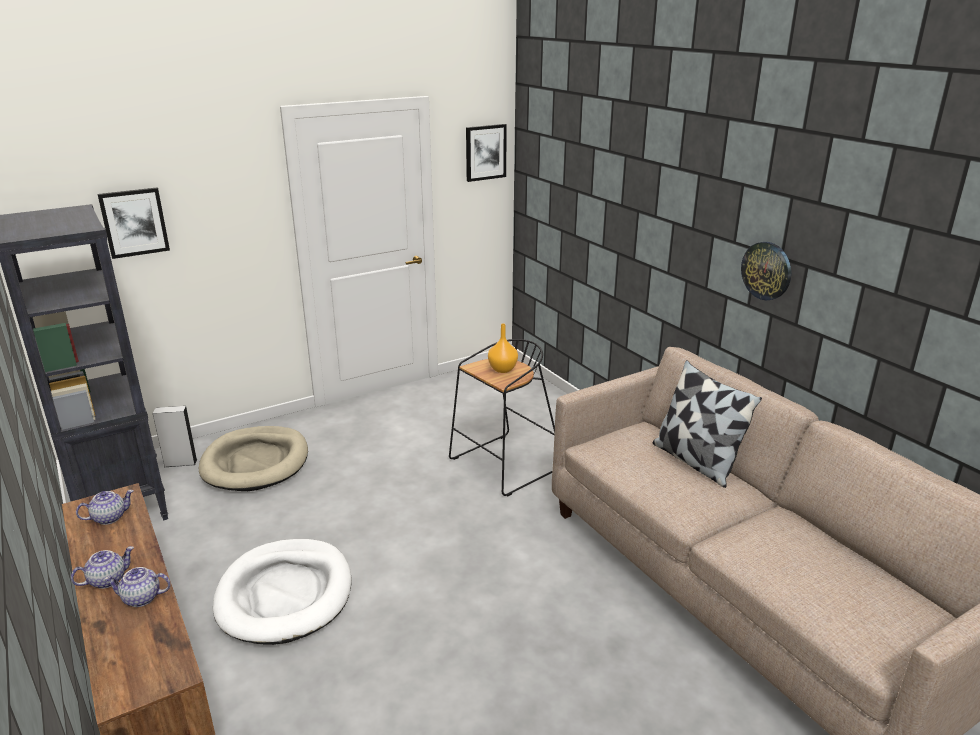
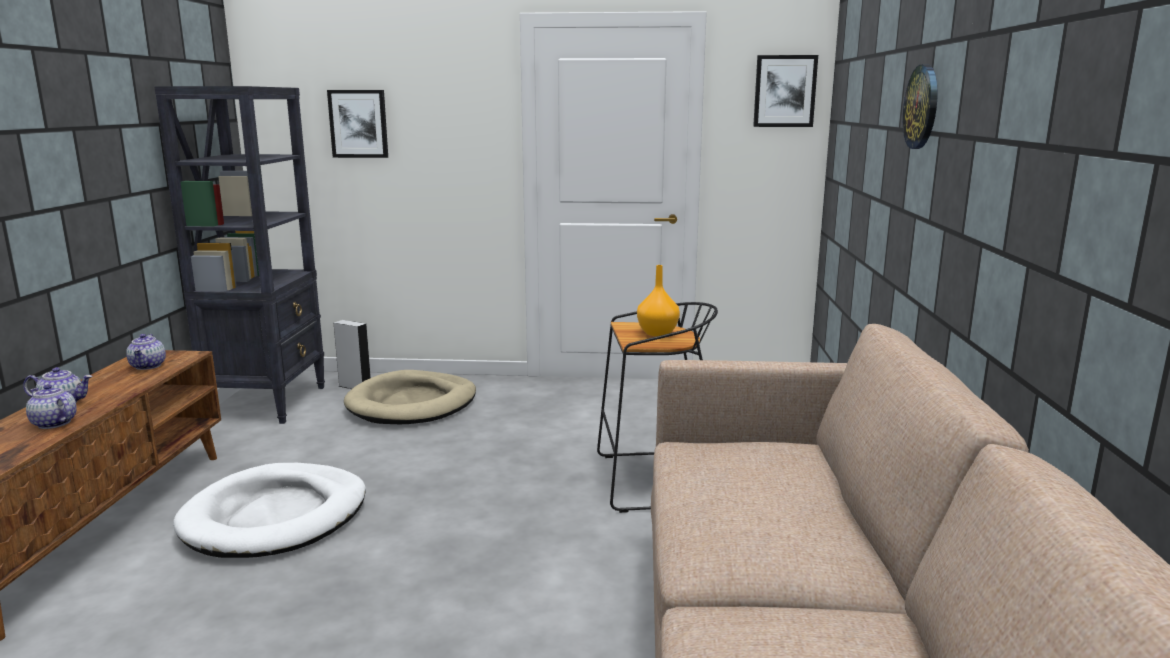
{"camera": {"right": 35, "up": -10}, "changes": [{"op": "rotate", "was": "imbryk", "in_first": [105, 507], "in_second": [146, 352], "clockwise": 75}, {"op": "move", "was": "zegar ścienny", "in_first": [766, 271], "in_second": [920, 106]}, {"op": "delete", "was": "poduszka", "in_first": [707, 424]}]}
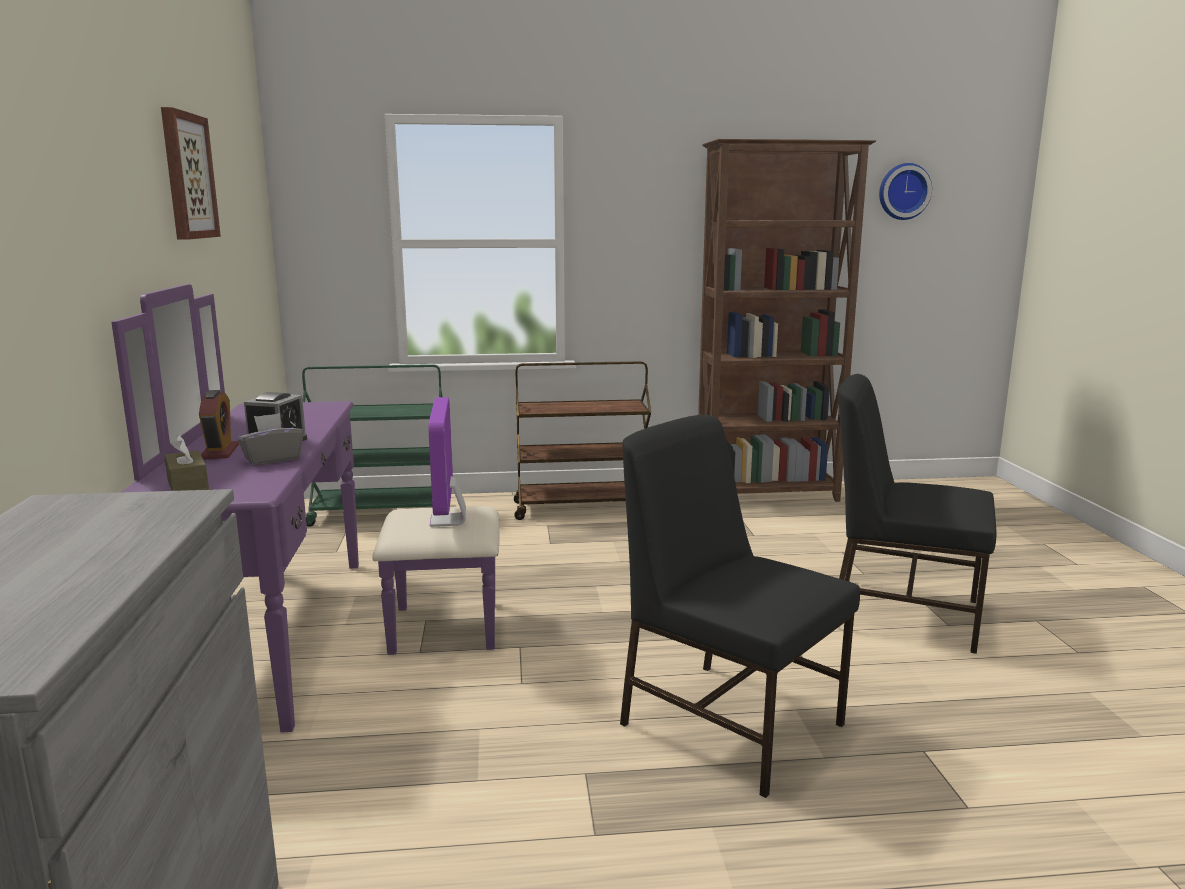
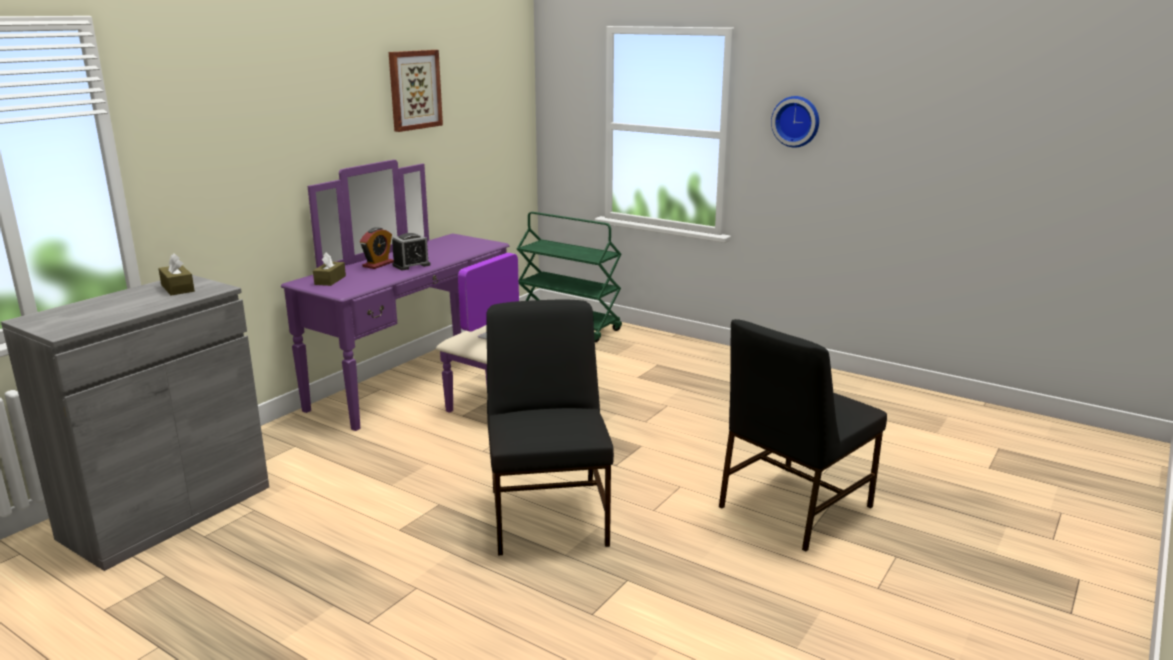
{"camera": {"right": 40, "up": 5}, "changes": [{"op": "insert", "now": "pudełko chusteczek (brązowy)", "in_second": [176, 275]}, {"op": "rotate", "was": "krzesło (czarny)", "in_first": [917, 514], "in_second": [803, 435], "clockwise": -105}, {"op": "move", "was": "zegar ścienny", "in_first": [905, 191], "in_second": [795, 122]}, {"op": "delete", "was": "pudełko chusteczek (szary)", "in_first": [270, 439]}, {"op": "delete", "was": "wózek (brązowy)", "in_first": [582, 440]}, {"op": "delete", "was": "regał (brązowy)", "in_first": [787, 320]}]}
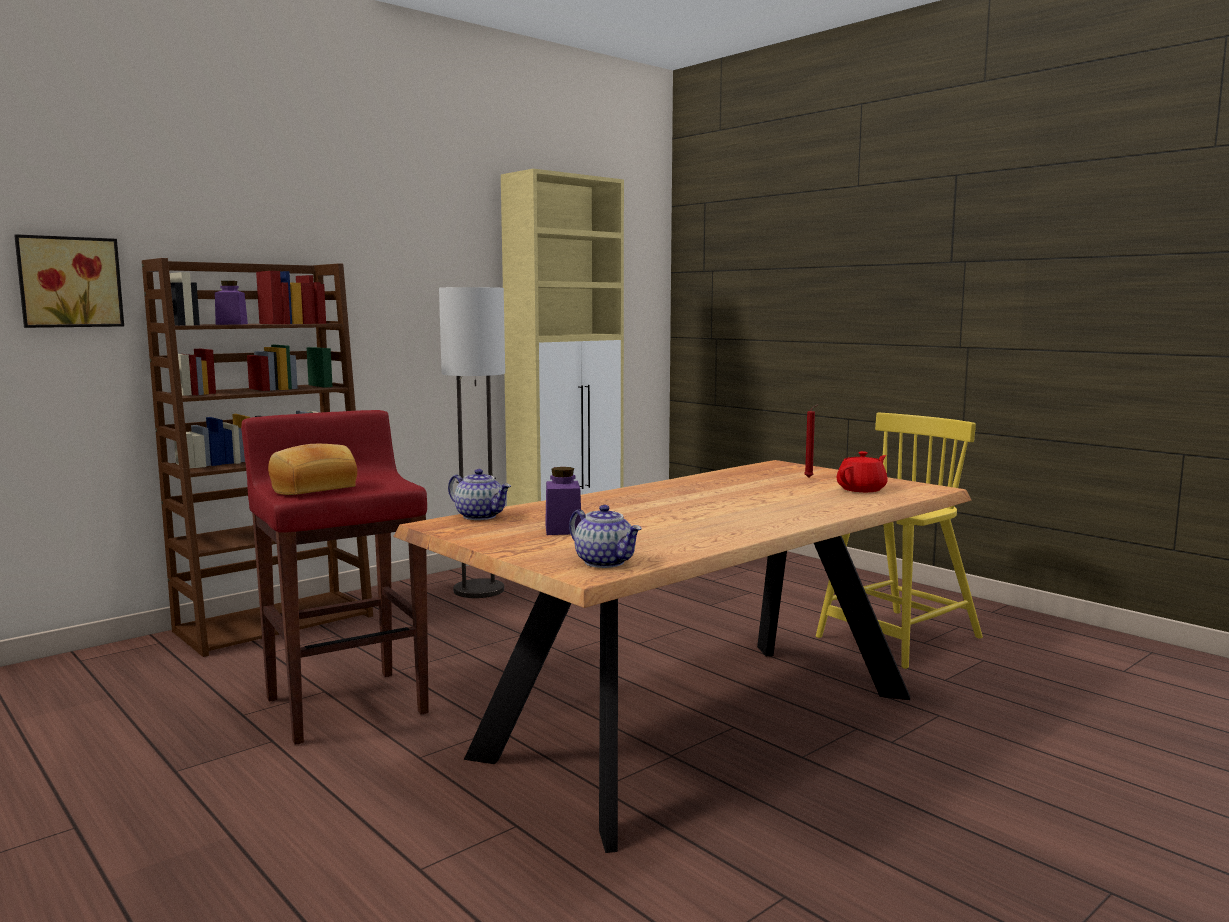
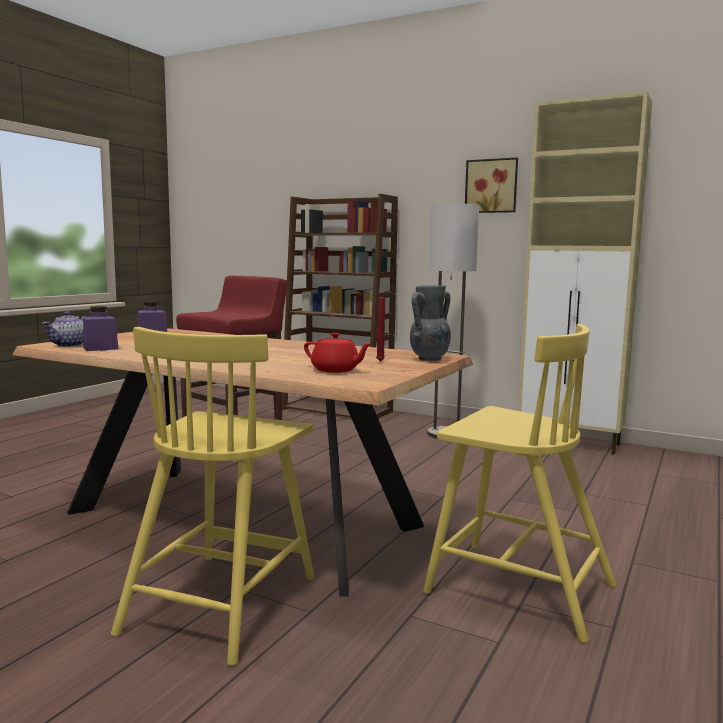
{"camera": {"right": 70, "up": 0}, "changes": [{"op": "move", "was": "słoik (fioletowy)", "in_first": [231, 303], "in_second": [100, 328]}, {"op": "insert", "now": "krzesło (żółty)", "in_second": [212, 496]}, {"op": "insert", "now": "wazon (szary)", "in_second": [430, 323]}, {"op": "move", "was": "obraz", "in_first": [69, 281], "in_second": [491, 185]}, {"op": "delete", "was": "chleb", "in_first": [312, 469]}, {"op": "delete", "was": "imbryk", "in_first": [479, 494]}]}
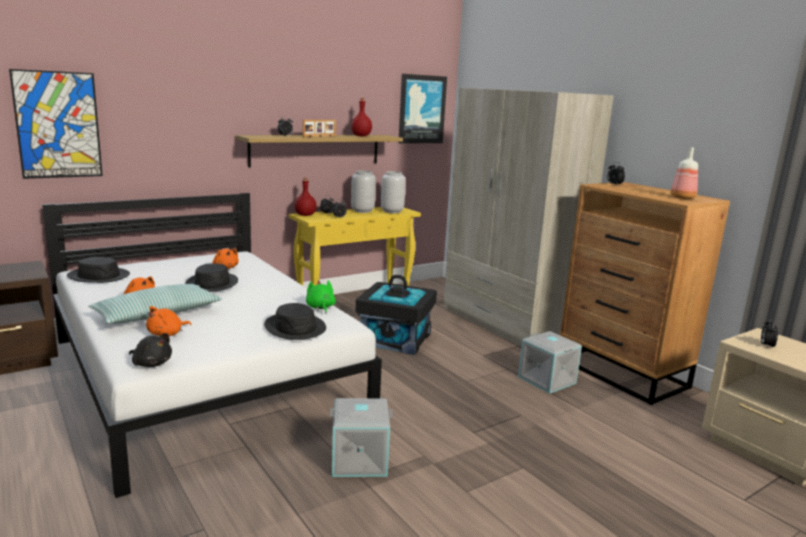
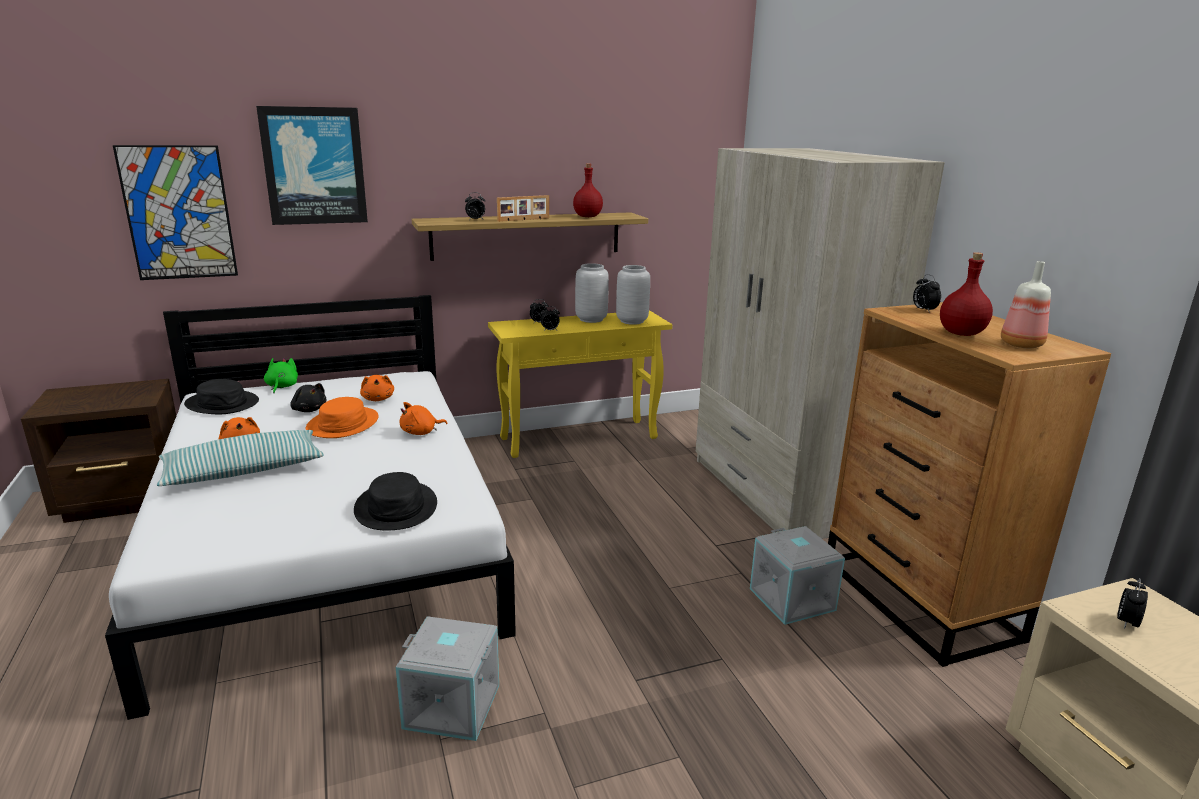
{"camera": {"right": 15, "up": 5}, "changes": [{"op": "move", "was": "obraz", "in_first": [422, 109], "in_second": [312, 165]}, {"op": "move", "was": "pluszak (zielony)", "in_first": [321, 297], "in_second": [281, 375]}, {"op": "move", "was": "pluszak (czarny)", "in_first": [150, 350], "in_second": [308, 397]}, {"op": "recolor", "was": "kapelusz (czarny)", "now": "kapelusz (pomarańczowy)", "in_first": [211, 277], "in_second": [342, 417]}, {"op": "move", "was": "pluszak (pomarańczowy)", "in_first": [168, 321], "in_second": [423, 418]}, {"op": "move", "was": "butelka (czerwony)", "in_first": [305, 197], "in_second": [966, 294]}, {"op": "delete", "was": "pojemnik do przechowywania (czarny)", "in_first": [396, 315]}]}
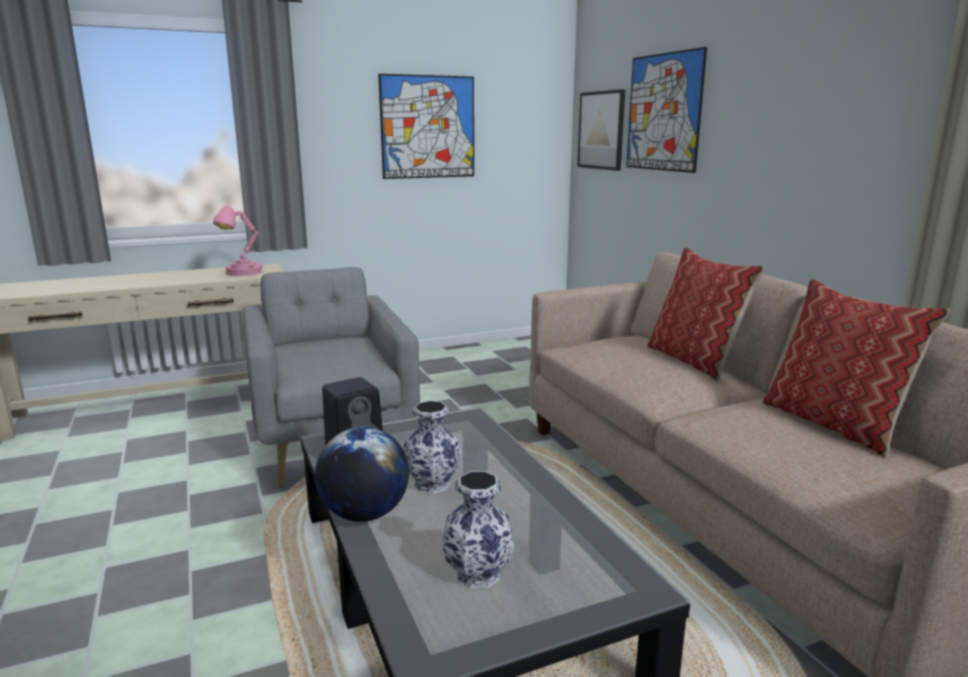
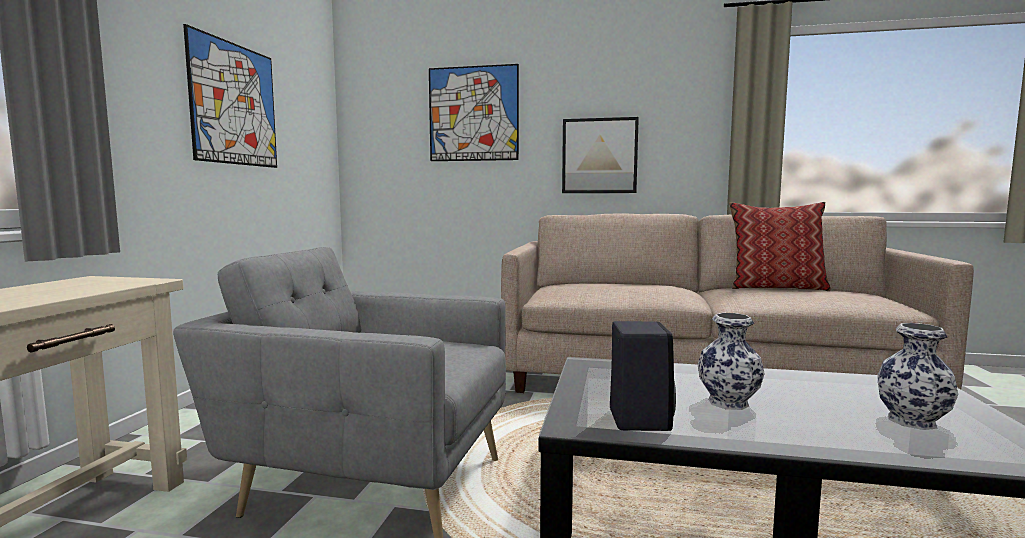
{"camera": {"right": -55, "up": -10}, "changes": [{"op": "move", "was": "obraz", "in_first": [601, 130], "in_second": [600, 155]}, {"op": "delete", "was": "lampa stołowa (różowy)", "in_first": [238, 240]}, {"op": "delete", "was": "globus", "in_first": [362, 474]}, {"op": "delete", "was": "poduszka", "in_first": [706, 314]}]}
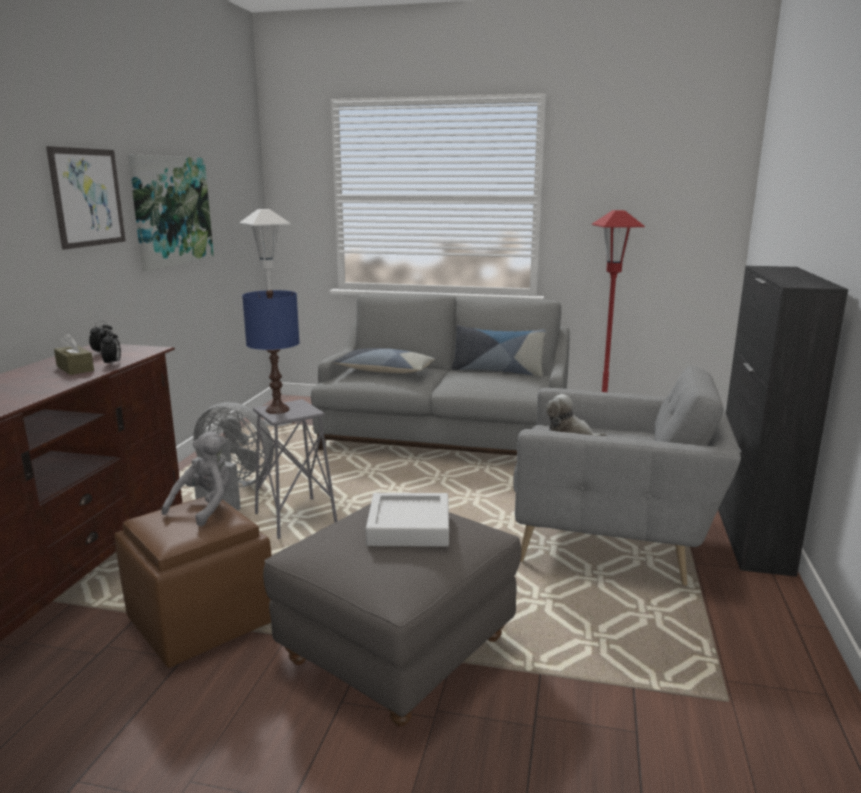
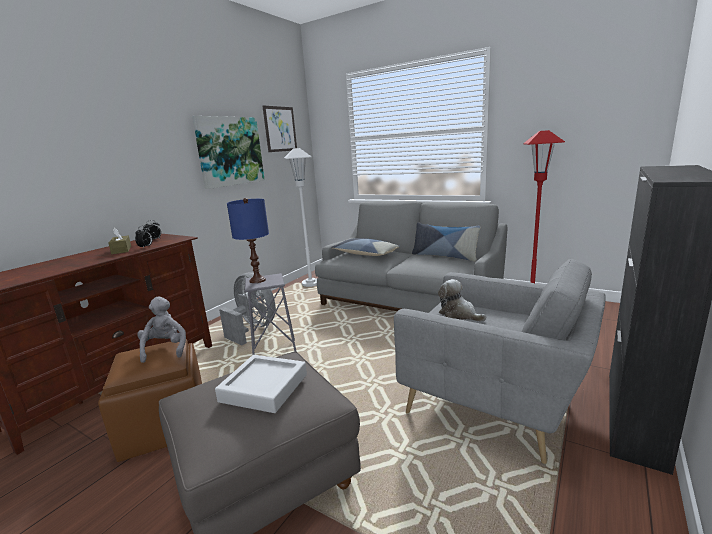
{"camera": {"right": 20, "up": 0}, "changes": [{"op": "rotate", "was": "pluszak (szary)", "in_first": [196, 479], "in_second": [161, 330], "clockwise": -60}, {"op": "move", "was": "obraz", "in_first": [86, 198], "in_second": [280, 128]}]}
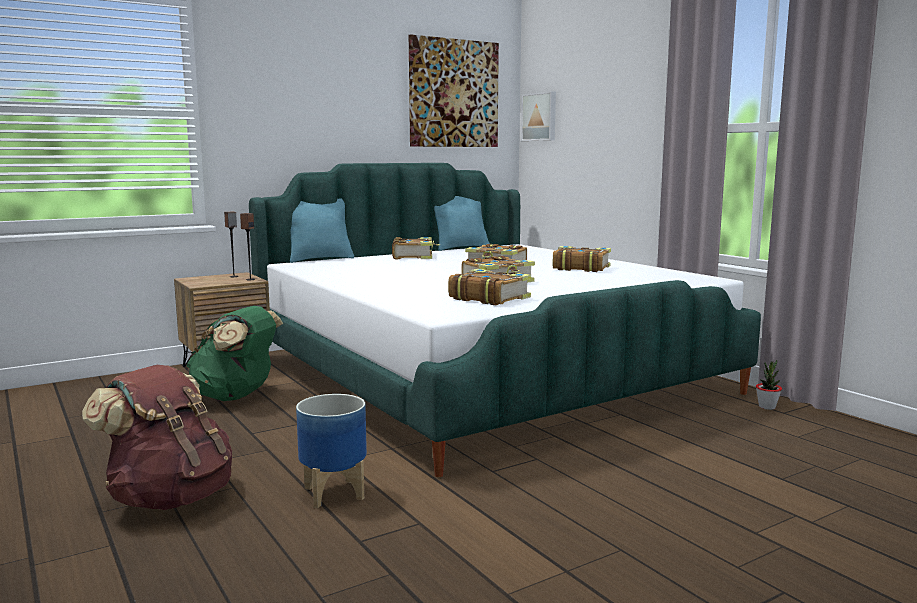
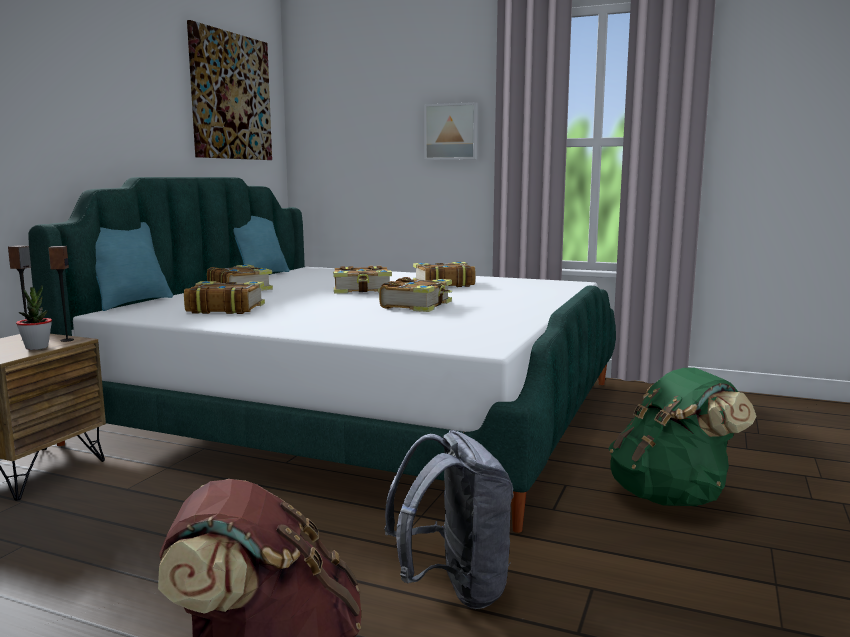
{"camera": {"right": -35, "up": 0}, "changes": [{"op": "move", "was": "roślina doniczkowa", "in_first": [769, 385], "in_second": [34, 317]}, {"op": "move", "was": "książka", "in_first": [489, 287], "in_second": [224, 297]}, {"op": "replace", "was": "donica", "now": "plecak (szary)", "in_first": [331, 451], "in_second": [449, 519]}, {"op": "move", "was": "obraz", "in_first": [538, 116], "in_second": [451, 131]}, {"op": "move", "was": "plecak (zielony)", "in_first": [235, 353], "in_second": [682, 437]}]}
